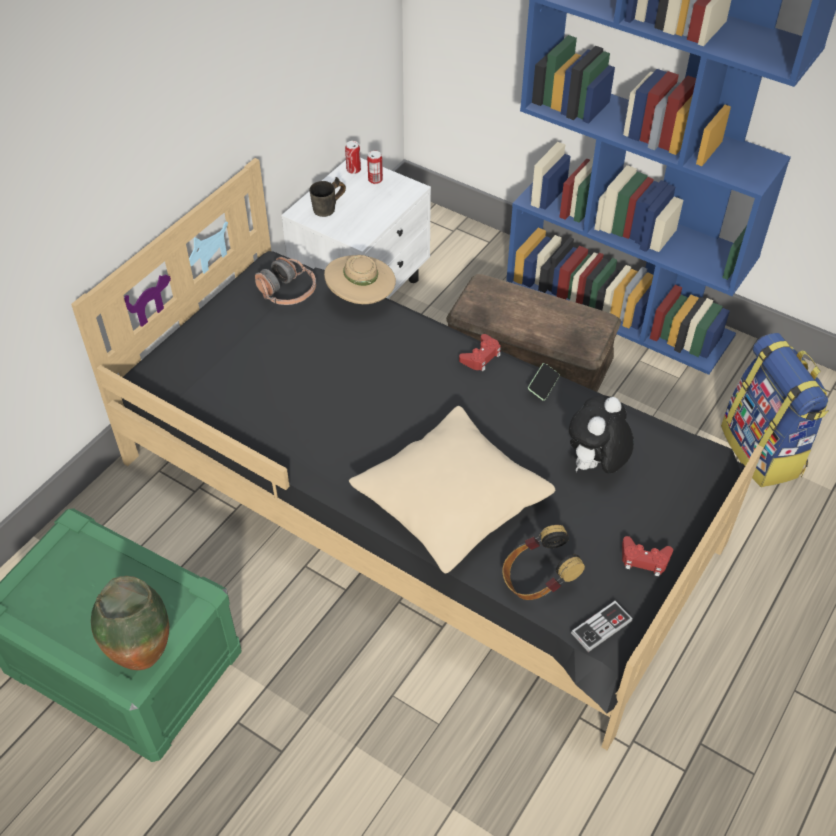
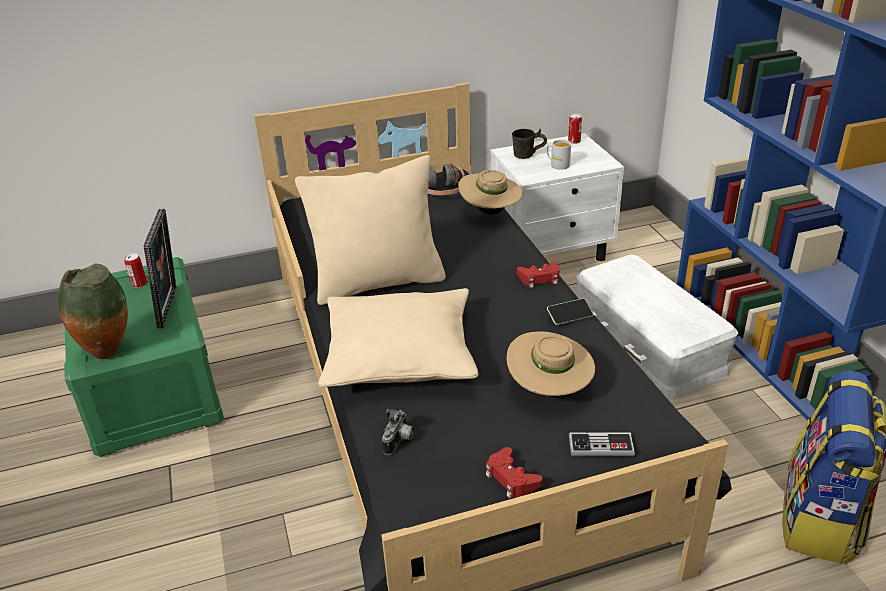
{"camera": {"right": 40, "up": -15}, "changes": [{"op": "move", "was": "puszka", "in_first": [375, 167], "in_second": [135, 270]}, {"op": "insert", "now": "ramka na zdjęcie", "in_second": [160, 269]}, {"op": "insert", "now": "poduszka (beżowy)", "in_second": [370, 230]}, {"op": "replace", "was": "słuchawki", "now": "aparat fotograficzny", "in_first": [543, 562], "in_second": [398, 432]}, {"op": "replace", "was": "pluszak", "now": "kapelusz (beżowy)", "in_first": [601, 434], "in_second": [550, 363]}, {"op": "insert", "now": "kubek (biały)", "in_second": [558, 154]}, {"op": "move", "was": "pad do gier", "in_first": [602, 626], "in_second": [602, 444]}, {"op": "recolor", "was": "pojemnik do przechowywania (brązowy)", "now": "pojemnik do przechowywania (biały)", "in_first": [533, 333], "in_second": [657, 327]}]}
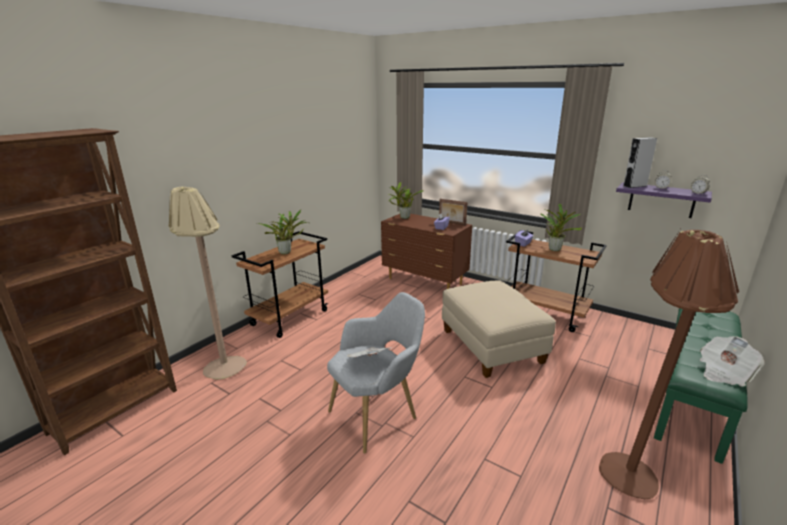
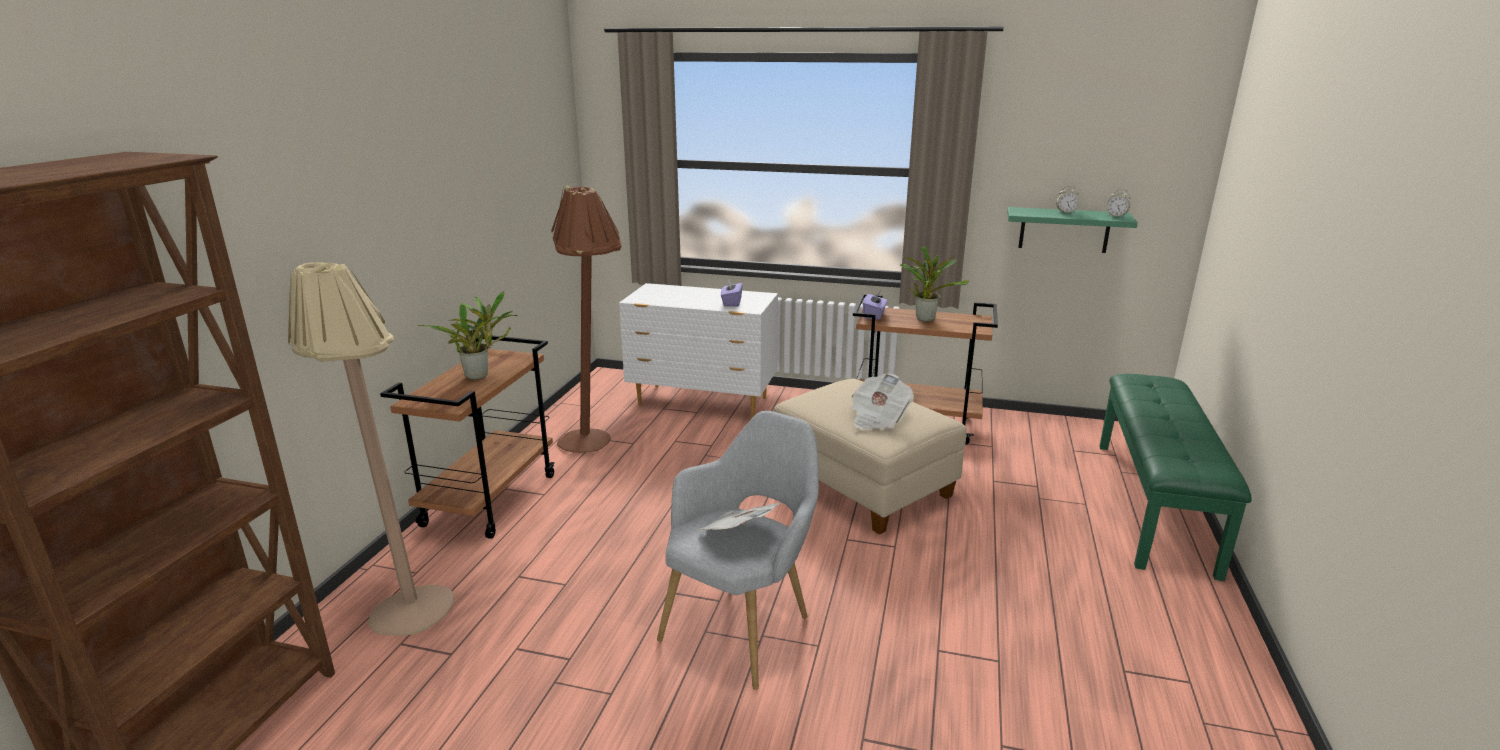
{"camera": {"right": -20, "up": 0}, "changes": [{"op": "move", "was": "lampa stojąca (brązowy)", "in_first": [669, 364], "in_second": [586, 319]}, {"op": "recolor", "was": "komoda (brązowy)", "now": "komoda (biały)", "in_first": [426, 251], "in_second": [698, 350]}, {"op": "move", "was": "gazeta", "in_first": [732, 361], "in_second": [882, 401]}, {"op": "recolor", "was": "półka (fioletowy)", "now": "półka (zielony)", "in_first": [664, 200], "in_second": [1072, 230]}, {"op": "delete", "was": "roślina doniczkowa", "in_first": [405, 200]}, {"op": "delete", "was": "ramka na zdjęcie", "in_first": [453, 212]}, {"op": "delete", "was": "głośnik (szary)", "in_first": [640, 162]}]}
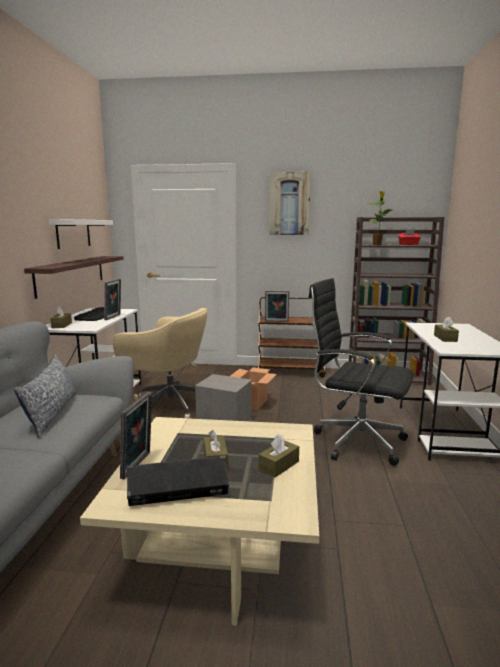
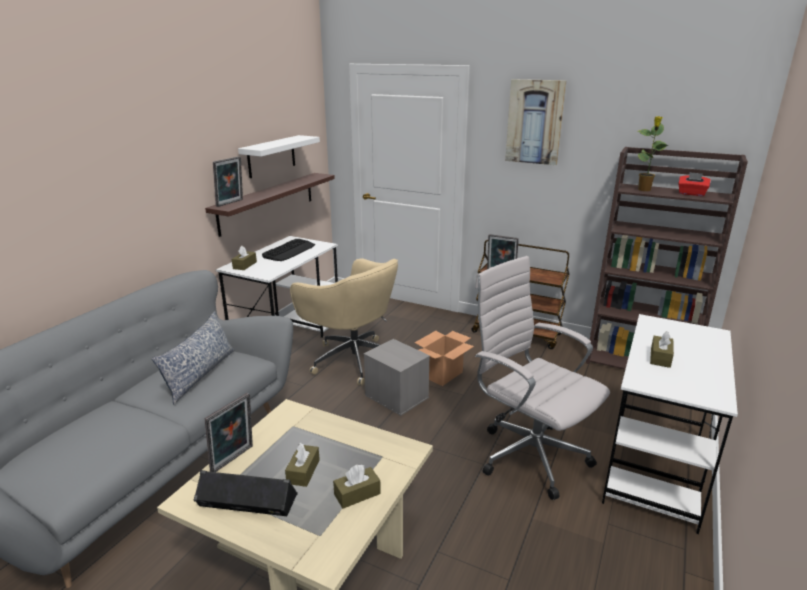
{"camera": {"right": 20, "up": 10}, "changes": [{"op": "move", "was": "ramka na zdjęcie", "in_first": [112, 299], "in_second": [228, 181]}, {"op": "recolor", "was": "krzesło biurowe (czarny)", "now": "krzesło biurowe (biały)", "in_first": [360, 372], "in_second": [542, 378]}]}
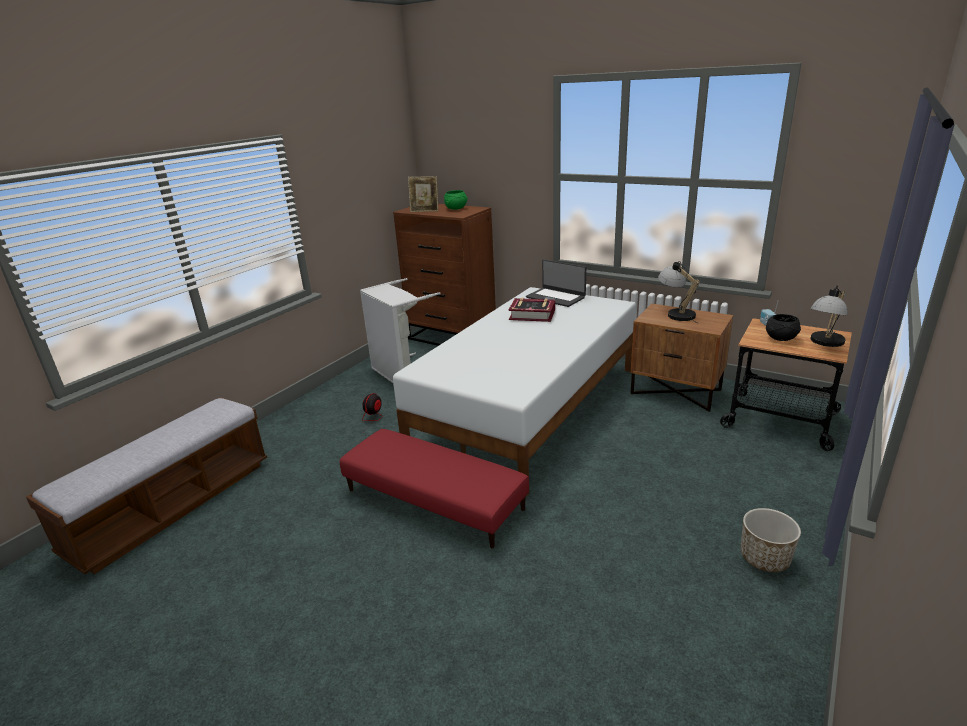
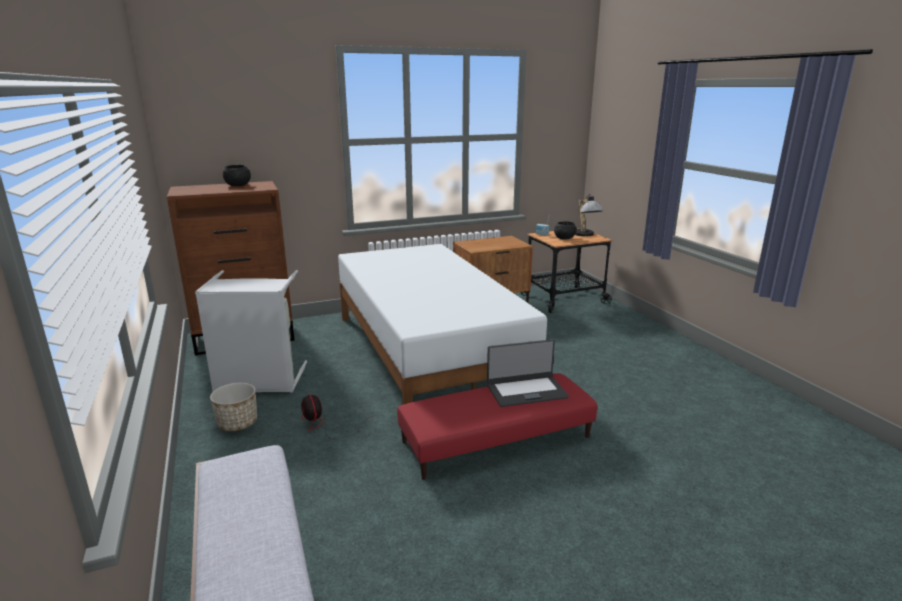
{"camera": {"right": -55, "up": -5}, "changes": [{"op": "move", "was": "donica", "in_first": [771, 540], "in_second": [233, 407]}, {"op": "recolor", "was": "miska (zielony)", "now": "miska (czarny)", "in_first": [456, 200], "in_second": [237, 175]}, {"op": "move", "was": "laptop", "in_first": [556, 283], "in_second": [528, 373]}, {"op": "delete", "was": "ramka na zdjęcie", "in_first": [423, 194]}, {"op": "delete", "was": "książka", "in_first": [531, 310]}, {"op": "delete", "was": "lampa stołowa", "in_first": [679, 292]}]}
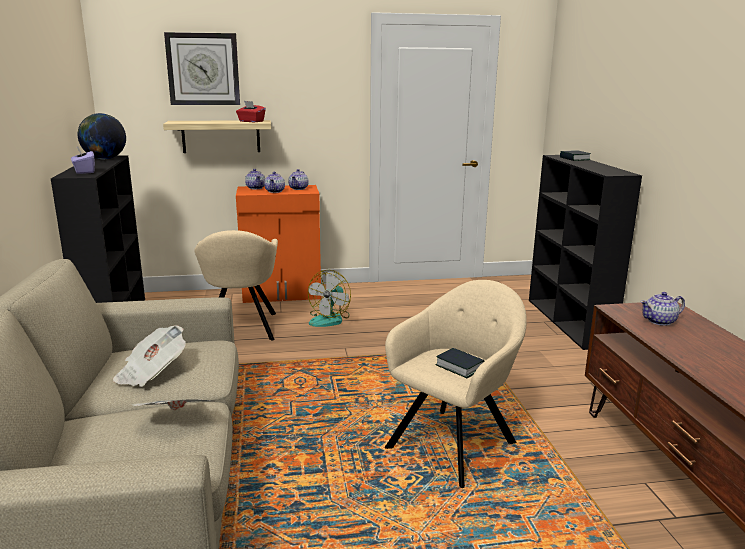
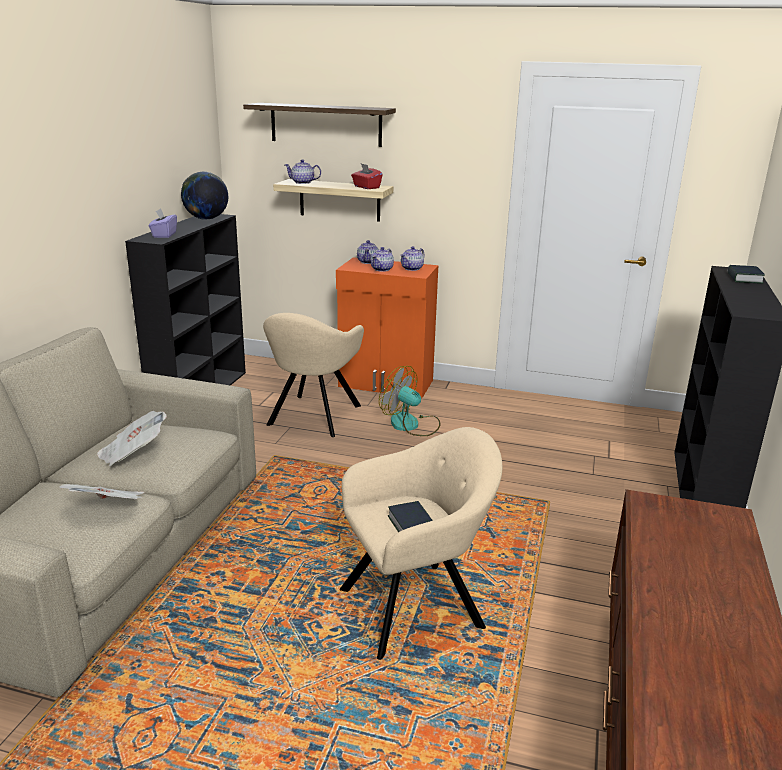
{"camera": {"right": 25, "up": 5}, "changes": [{"op": "replace", "was": "zegar ścienny", "now": "półka", "in_first": [202, 68], "in_second": [319, 125]}, {"op": "move", "was": "imbryk", "in_first": [662, 309], "in_second": [303, 172]}, {"op": "rotate", "was": "wentylator", "in_first": [329, 298], "in_second": [410, 401], "clockwise": 75}]}
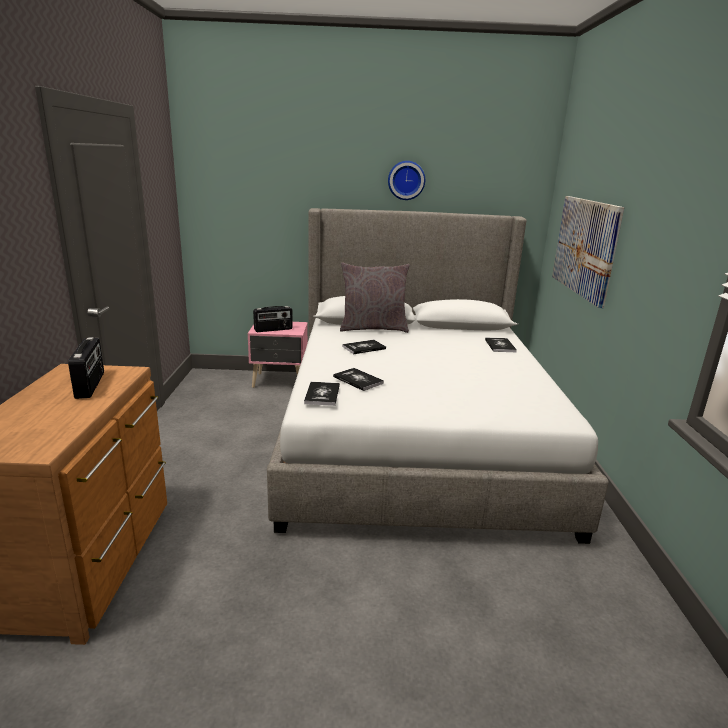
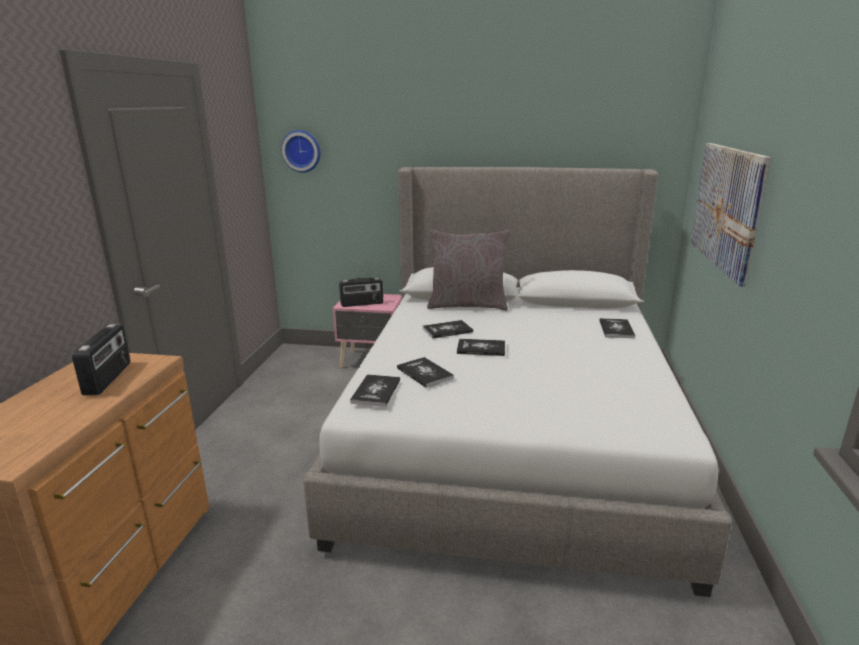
{"camera": {"right": 10, "up": 0}, "changes": [{"op": "move", "was": "zegar ścienny", "in_first": [406, 180], "in_second": [301, 151]}, {"op": "insert", "now": "książka", "in_second": [481, 347]}]}
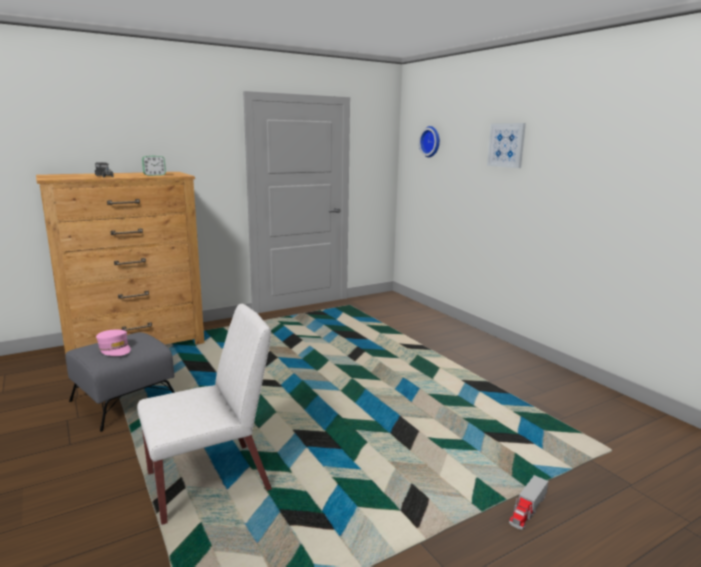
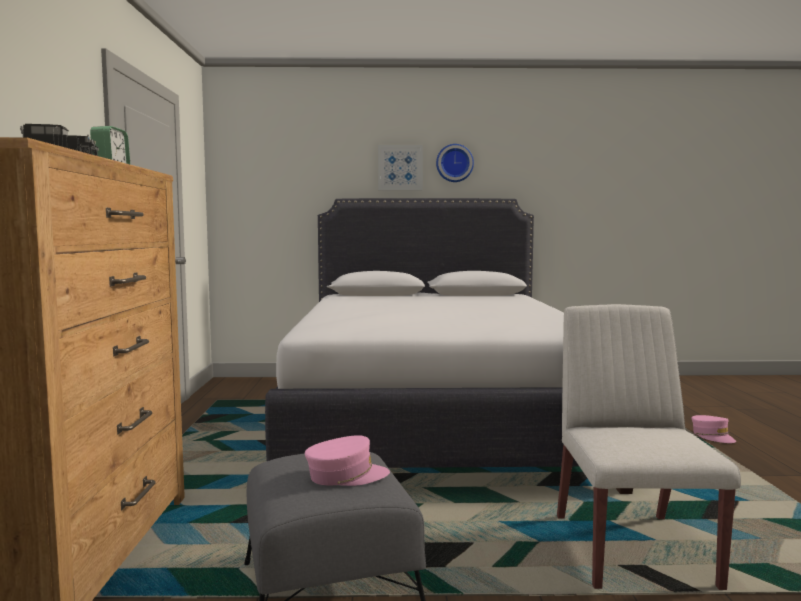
{"camera": {"right": -60, "up": -10}, "changes": [{"op": "insert", "now": "łóżko (biały)", "in_second": [449, 346]}, {"op": "move", "was": "zegar ścienny", "in_first": [429, 141], "in_second": [455, 163]}, {"op": "replace", "was": "ciężarówka zabawkowa", "now": "czapka z daszkiem (różowy)", "in_first": [528, 502], "in_second": [714, 429]}]}
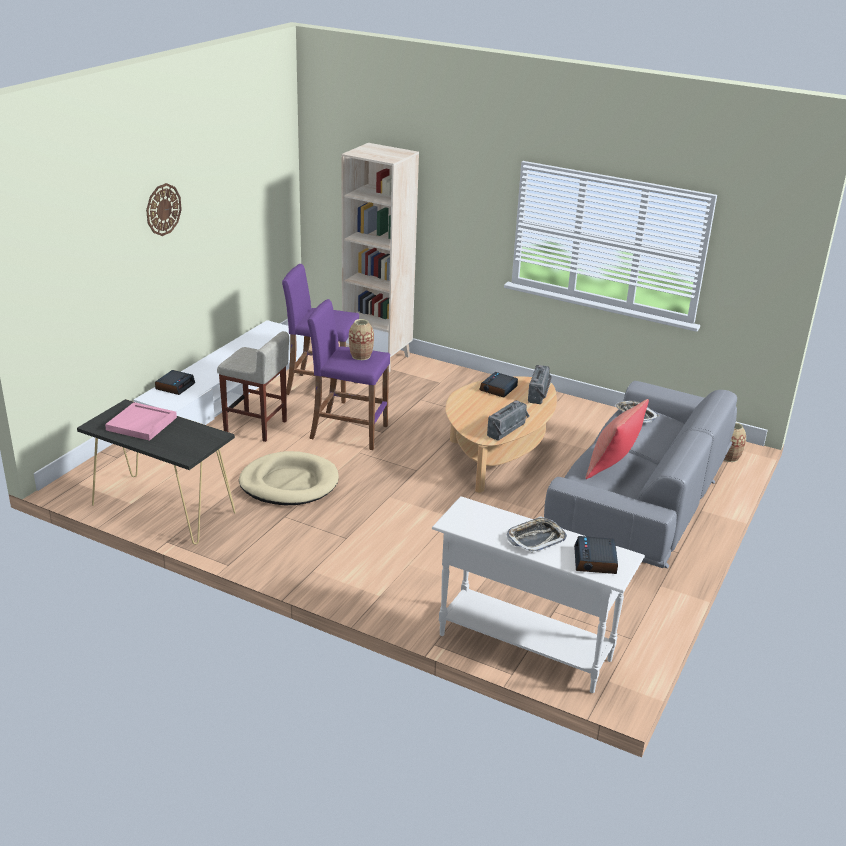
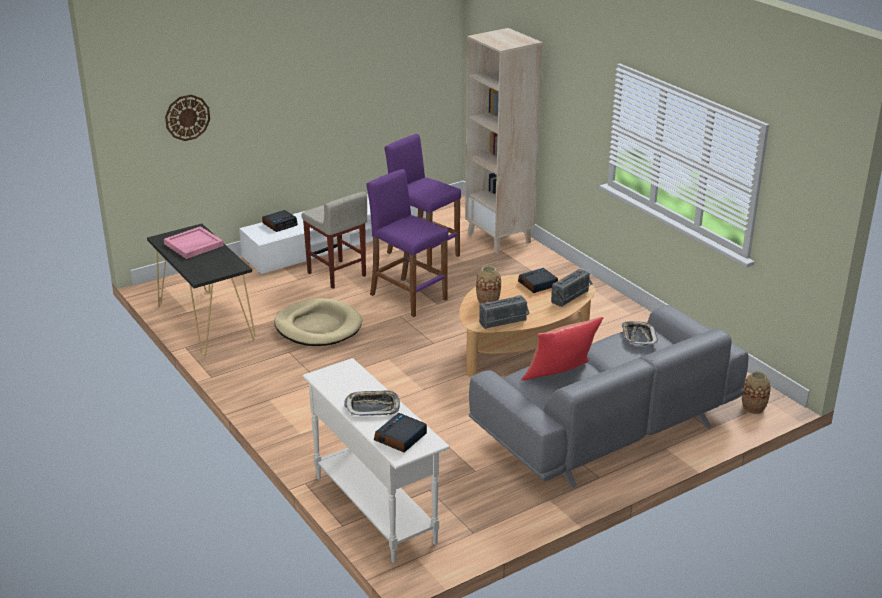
{"camera": {"right": 30, "up": 0}, "changes": [{"op": "move", "was": "zegar ścienny", "in_first": [164, 209], "in_second": [187, 118]}, {"op": "move", "was": "wazon", "in_first": [361, 339], "in_second": [488, 285]}]}
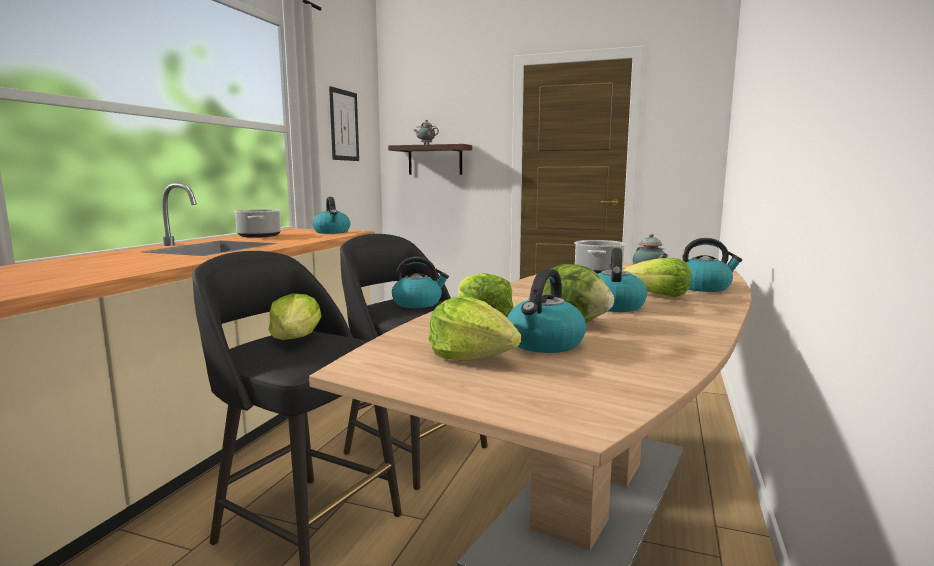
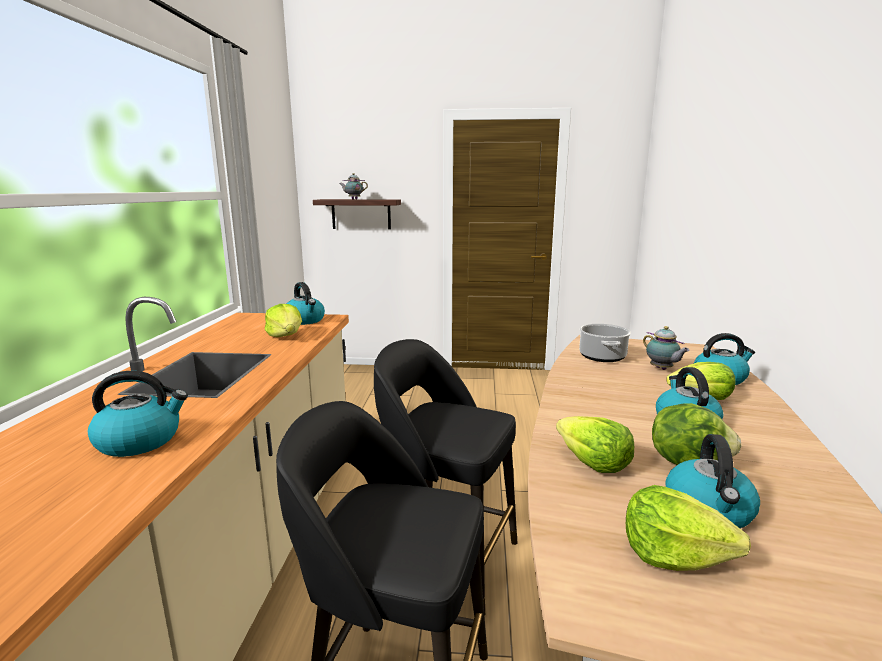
{"camera": {"right": -15, "up": 5}, "changes": [{"op": "move", "was": "czajnik", "in_first": [420, 282], "in_second": [138, 414]}, {"op": "move", "was": "sałata", "in_first": [295, 316], "in_second": [283, 320]}, {"op": "delete", "was": "garnek", "in_first": [257, 223]}, {"op": "delete", "was": "obraz", "in_first": [344, 123]}]}
